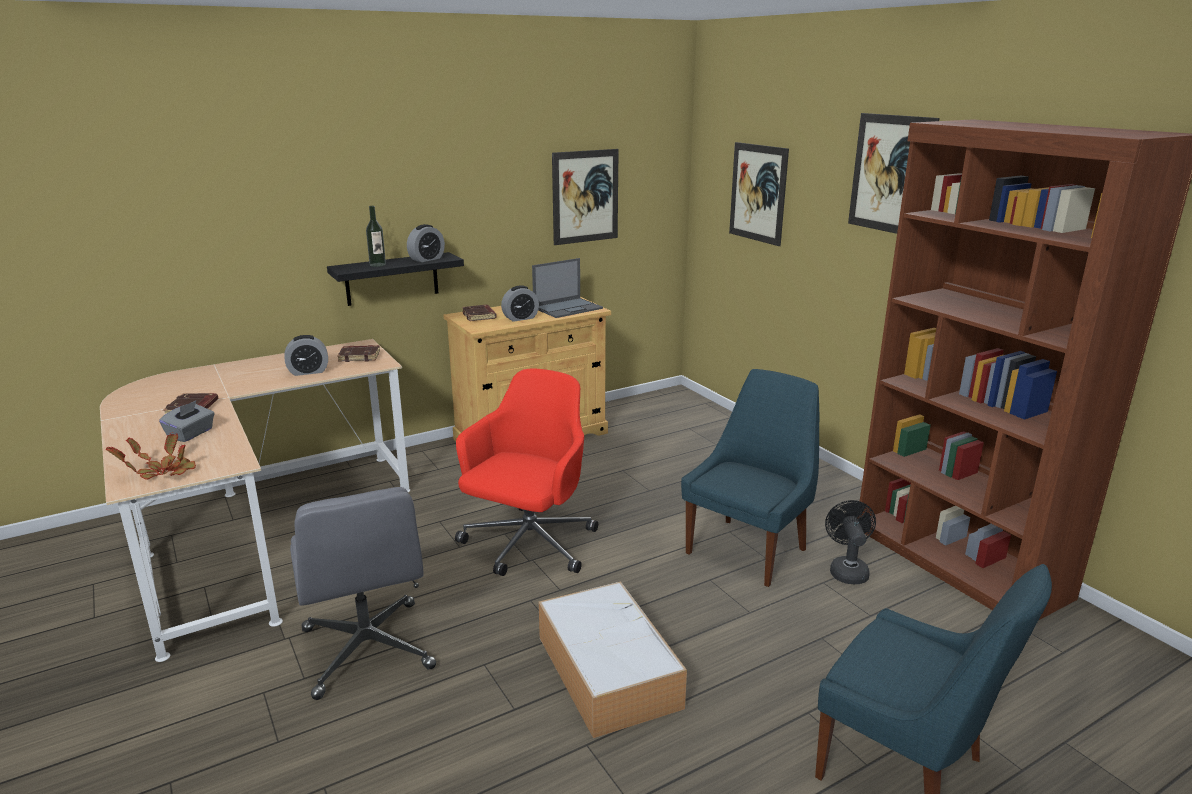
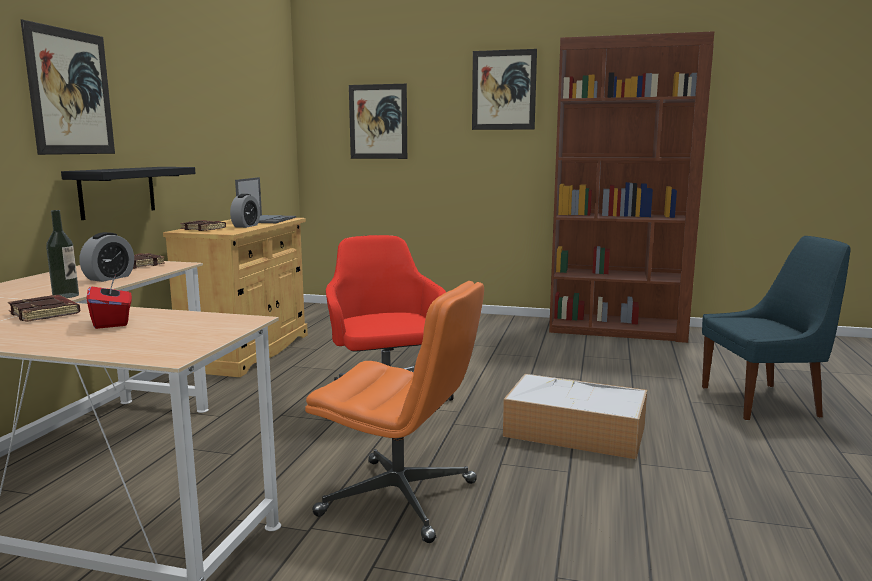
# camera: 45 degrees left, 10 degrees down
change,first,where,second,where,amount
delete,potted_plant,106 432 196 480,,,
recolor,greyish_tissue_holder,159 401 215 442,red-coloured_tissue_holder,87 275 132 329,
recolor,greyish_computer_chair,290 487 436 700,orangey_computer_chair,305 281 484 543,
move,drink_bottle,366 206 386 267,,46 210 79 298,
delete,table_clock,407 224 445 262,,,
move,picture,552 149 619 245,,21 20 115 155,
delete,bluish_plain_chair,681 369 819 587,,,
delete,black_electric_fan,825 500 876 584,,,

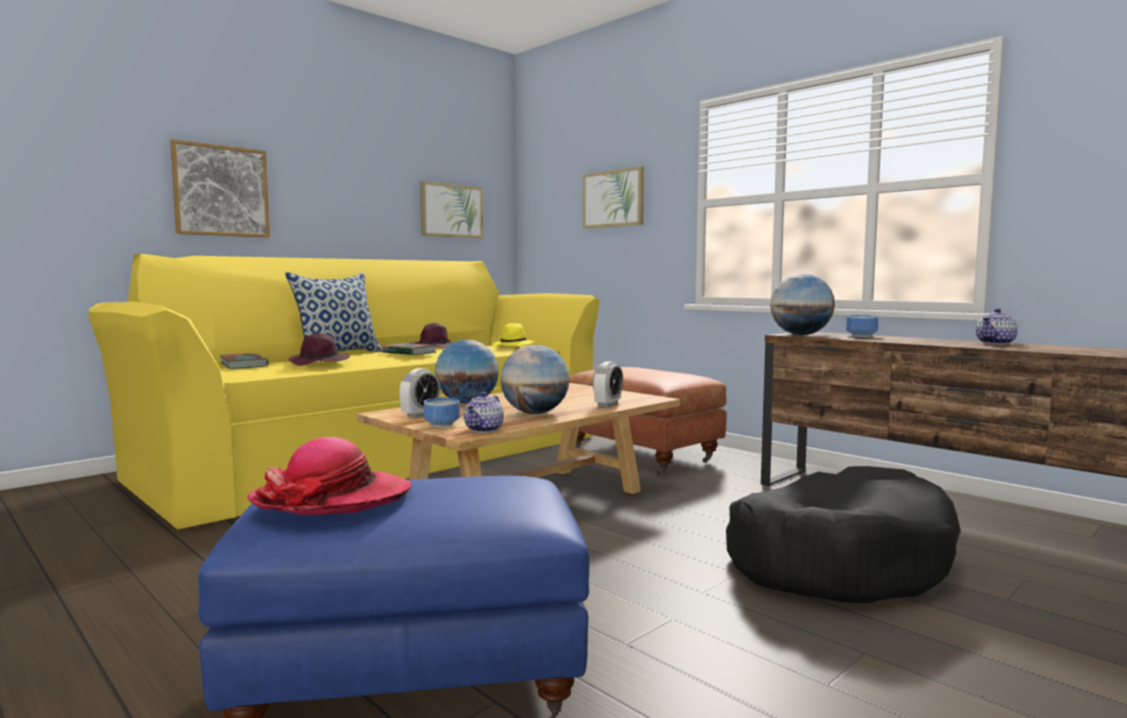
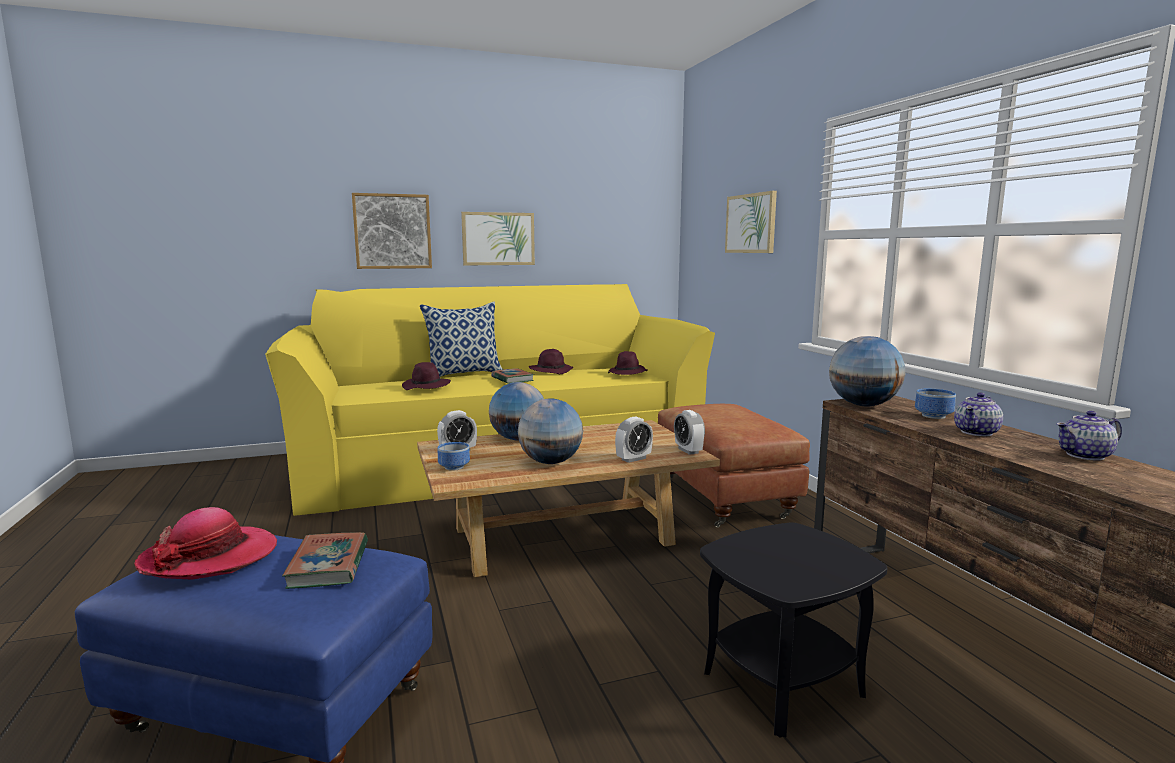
# camera: 25 degrees right, 5 degrees up
change,first,where,second,where,amount
move,book,219 353 269 369,,282 532 368 589,
move,picture,420 181 483 239,,461 212 535 265,
move,pot_for_tea,464 392 504 433,,954 392 1003 436,
recolor,yellowish_hat,493 323 536 347,purple_hat,608 351 648 375,
replace,black_pet_bed,726 466 961 603,black_accent_table,700 523 887 738,
insert,,,table_clock,674 410 705 455,

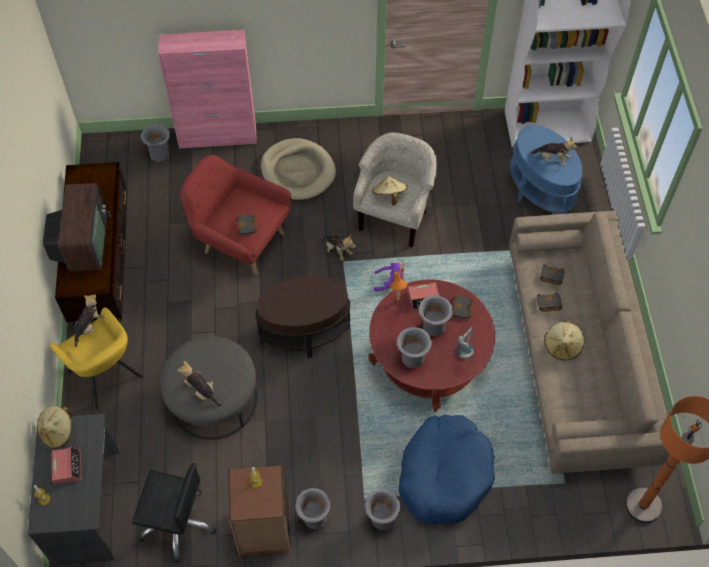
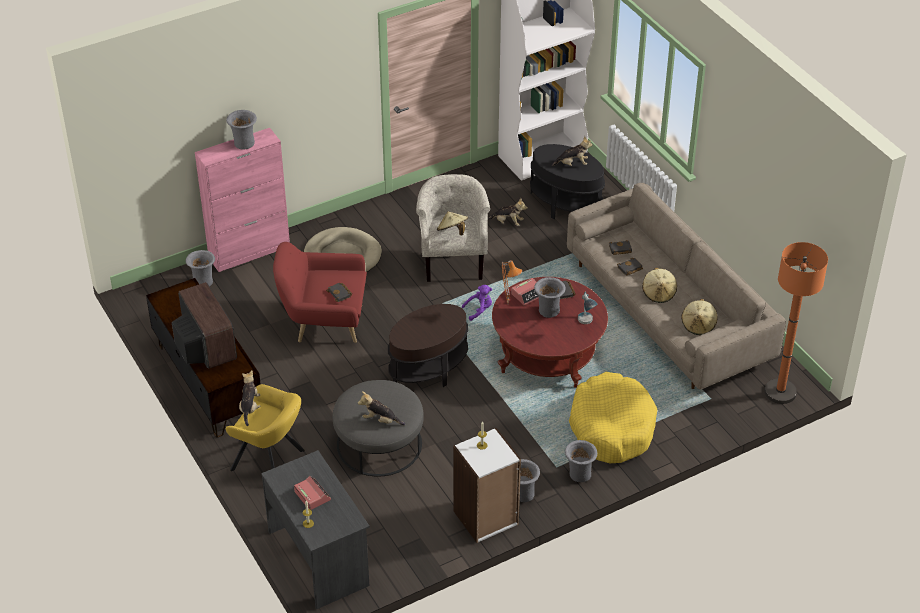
# camera: 25 degrees left, 15 degrees down
change,first,where,second,where,amount
move,beige_hat,37 406 73 448,,682 299 718 335,
delete,black_computer_chair,132 463 217 563,,,
recolor,brown-coloured_bookcase,228 465 291 556,white-coloured_bookcase,453 428 521 543,
move,soft_toy,320 235 356 261,,488 198 528 226,
move,greyish_vase,397 327 432 368,,226 110 257 150,
recolor,bluish_pet_bed,398 414 495 525,yellowish_pet_bed,569 372 657 464,
recolor,bluish_accent_table,510 125 582 214,black_accent_table,530 144 605 219,

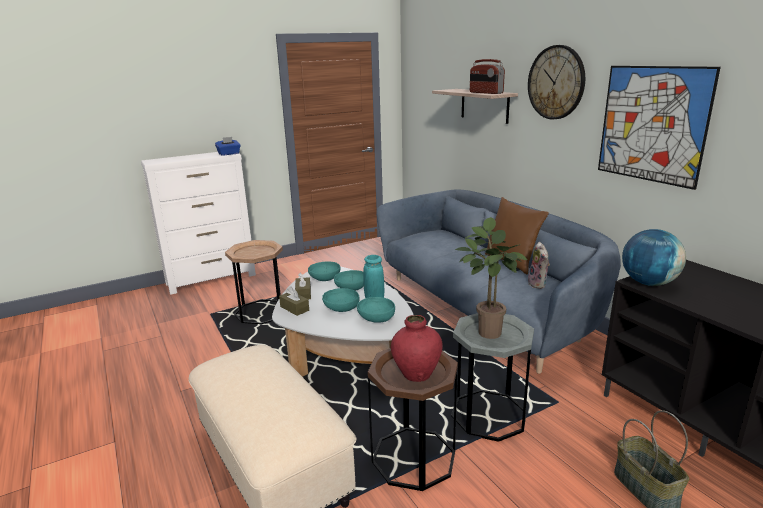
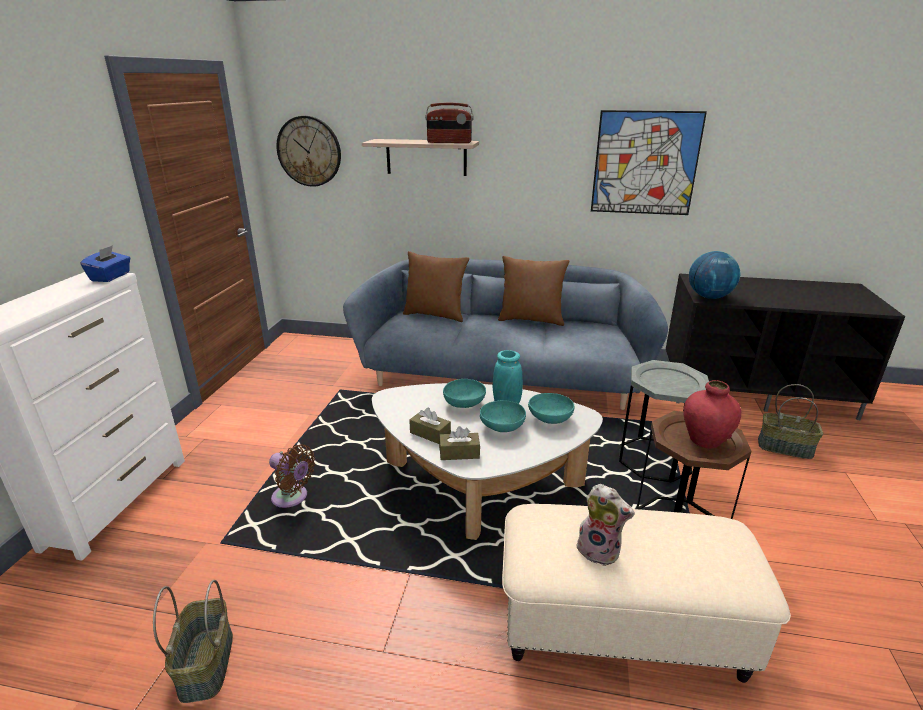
# camera: 50 degrees left, 5 degrees up
change,first,where,second,where,amount
replace,brown-coloured_accent_table,225 240 283 324,brown-coloured_electric_fan,269 444 315 508,
delete,blue-green_serving_bowl,308 262 341 281,,,
delete,potted_plant,455 217 527 339,,,
move,wall_clock,528 45 585 119,,276 116 341 187,
move,soft_toy,528 242 550 289,,577 484 635 566,
insert,,,storage_basket,153 580 233 703,
insert,,,brown-coloured_cushion,403 251 469 322,

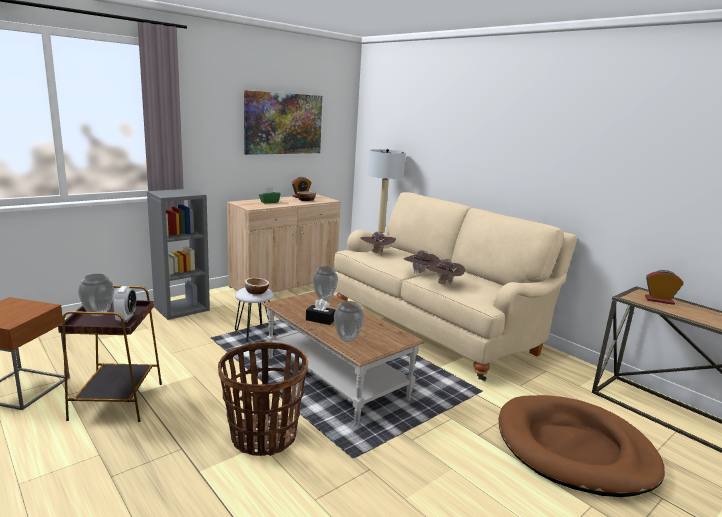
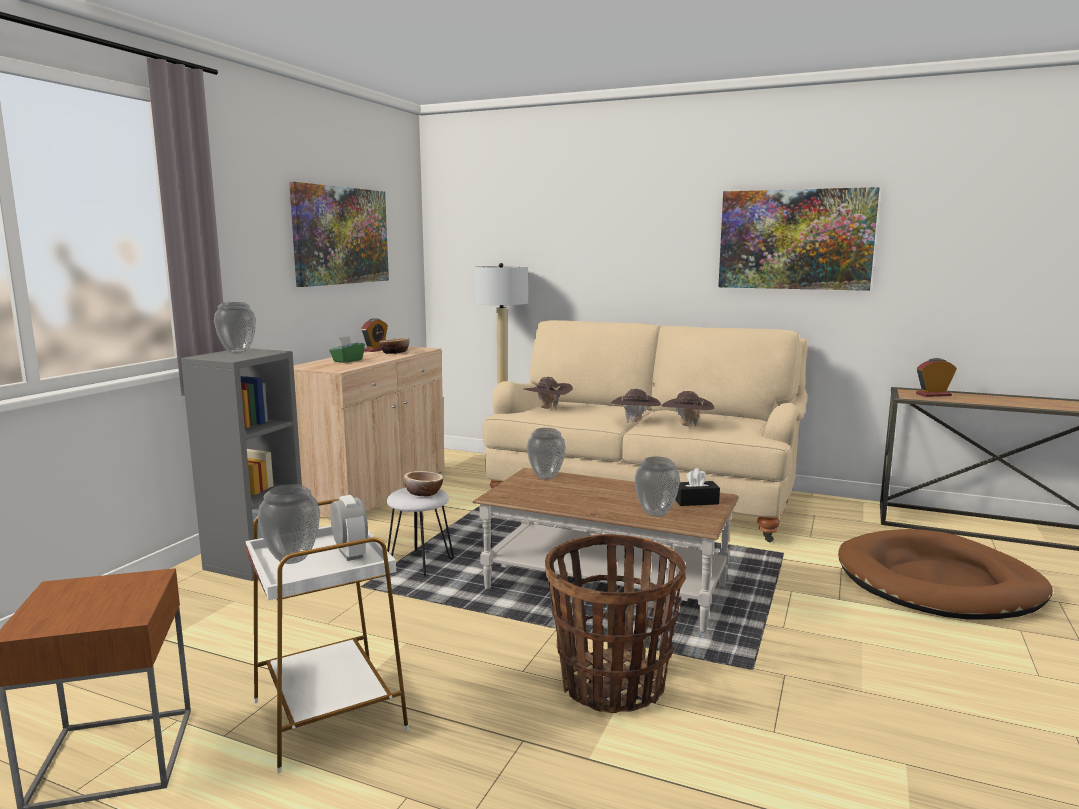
# camera: 25 degrees left, 5 degrees down
change,first,where,second,where,amount
recolor,brown-coloured_accent_table,58 286 162 422,white-coloured_accent_table,245 499 409 773,
move,black_tissue_holder,306 299 336 325,,675 468 720 506,
insert,,,vase,214 302 256 353,
insert,,,picture,718 187 880 291,

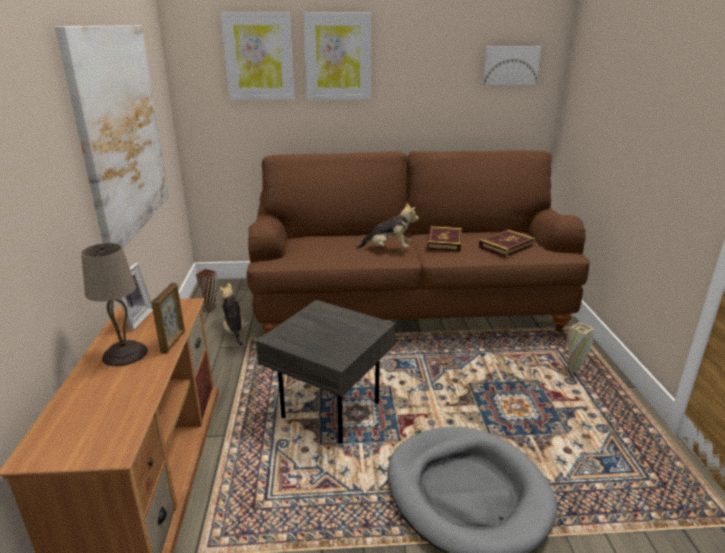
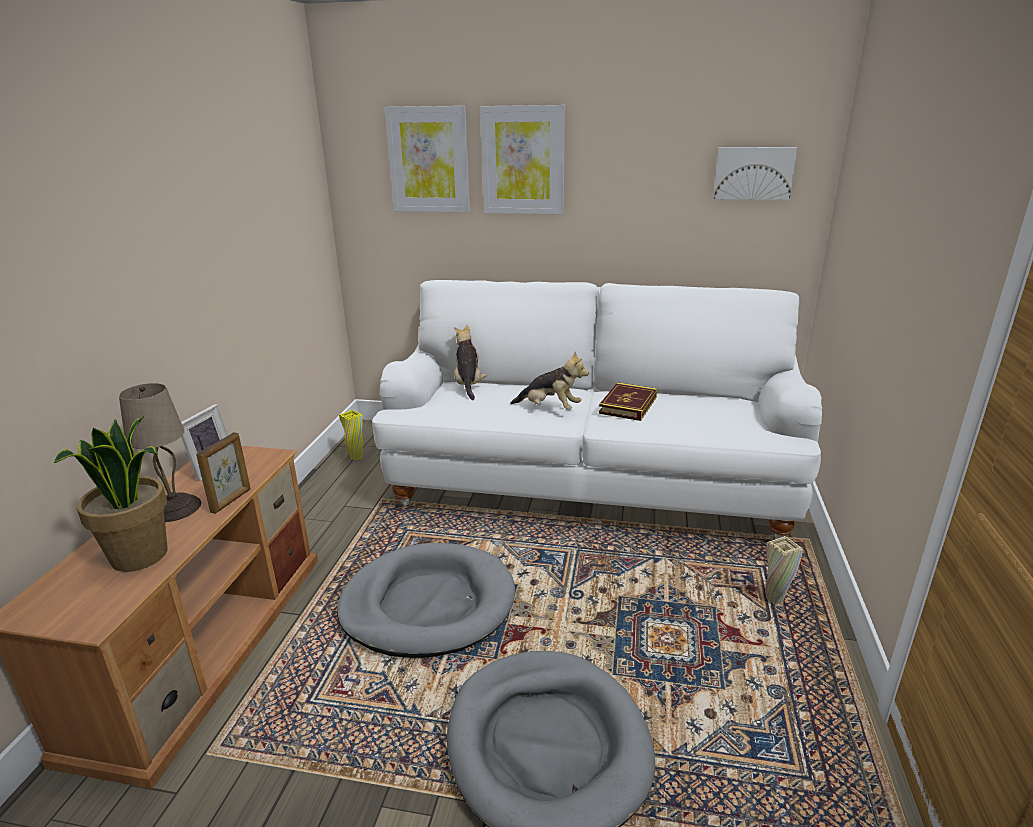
# camera: 15 degrees right, 0 degrees up
change,first,where,second,where,amount
delete,picture,55 25 169 249,,,
recolor,brown-coloured_vase,196 269 217 312,yellowish_vase,339 410 363 461,
move,soft_toy,219 283 249 346,,454 325 487 400,
recolor,brown-coloured_sofa,247 150 590 334,white-coloured_sofa,372 280 822 539,
replace,greyish_accent_table,256 300 395 444,greyish_pet_bed,337 543 516 658,
delete,book,479 230 535 257,,,
insert,,,potted_plant,54 416 168 572,

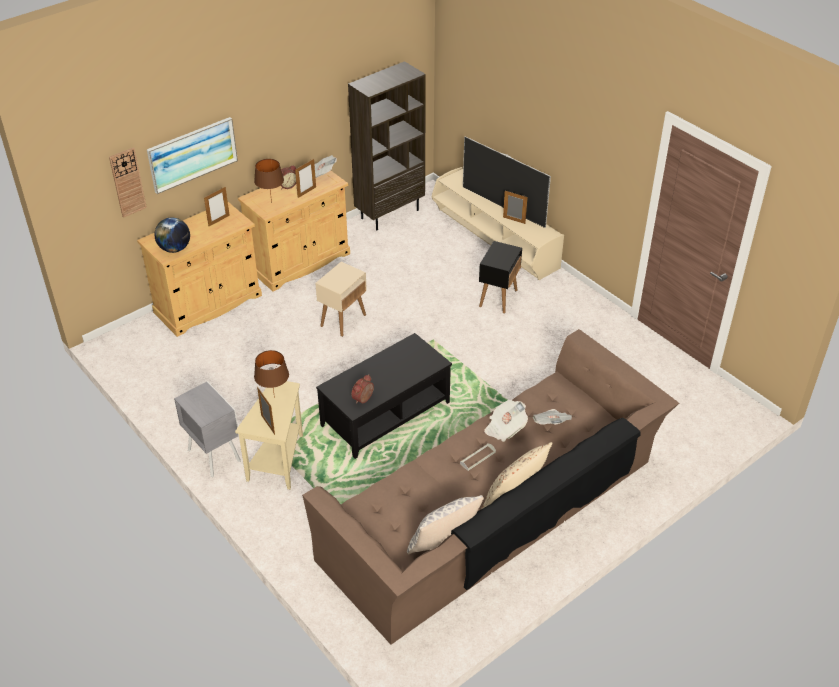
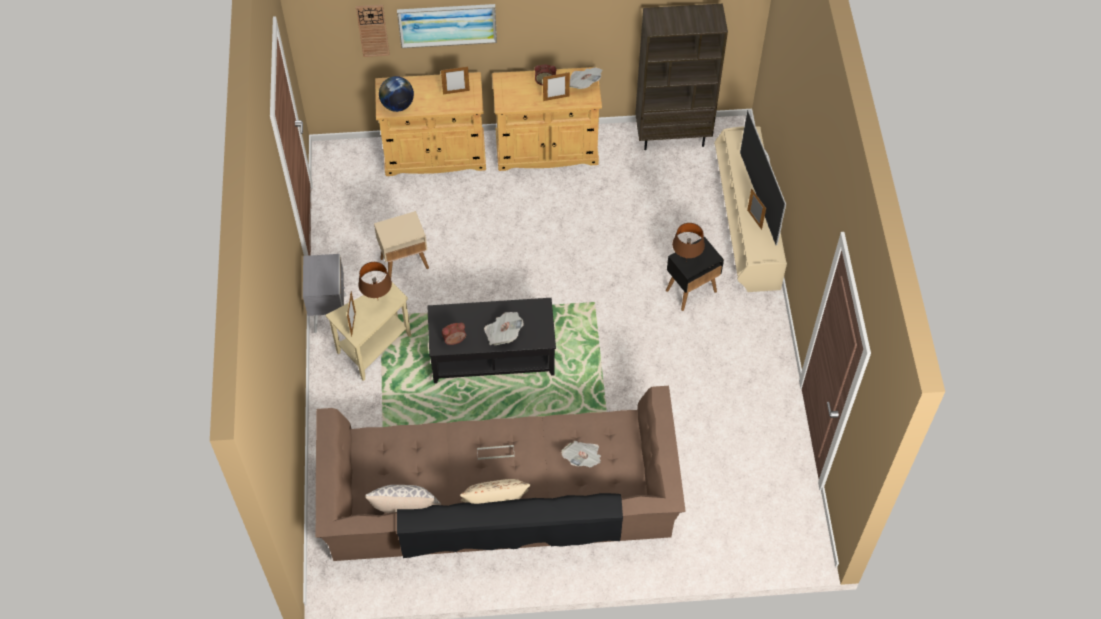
# camera: 35 degrees right, 15 degrees up
change,first,where,second,where,amount
move,brown-coloured_lamp_for_a_table,254 159 284 203,,672 223 705 262,
move,beige_accent_table,315 262 367 337,,374 211 429 278,
move,daily_paper,484 400 528 442,,484 312 524 345,

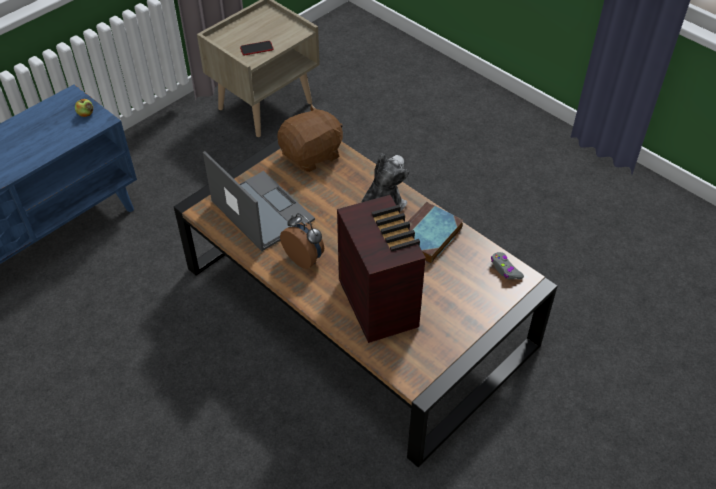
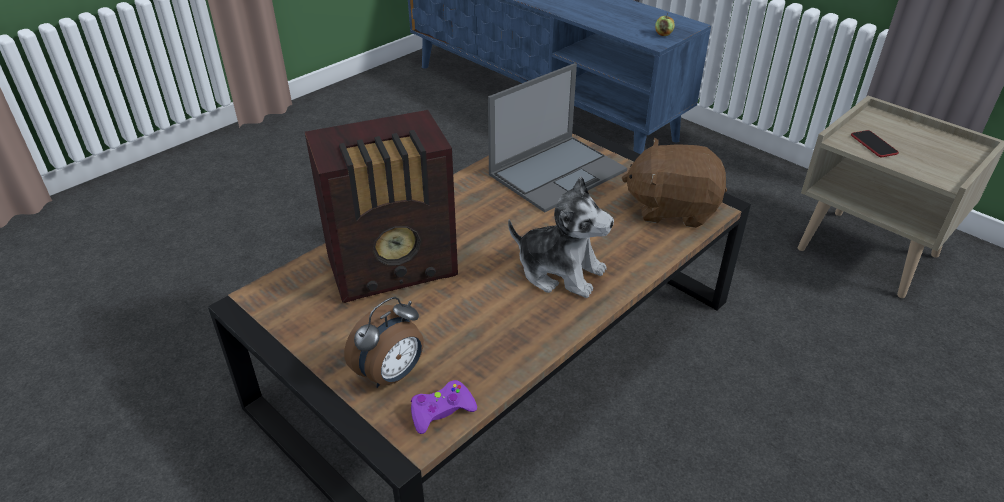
# camera: 90 degrees right, 10 degrees down
change,first,where,second,where,amount
rotate,brown-coloured_soft_toy,277 104 343 172,,622 138 727 228,135 degrees clockwise
move,table_clock,280 213 324 269,,344 297 424 388,
delete,book,409 202 463 264,,,
recolor,greyish_gamepad,491 252 524 279,purple_gamepad,411 380 477 434,

